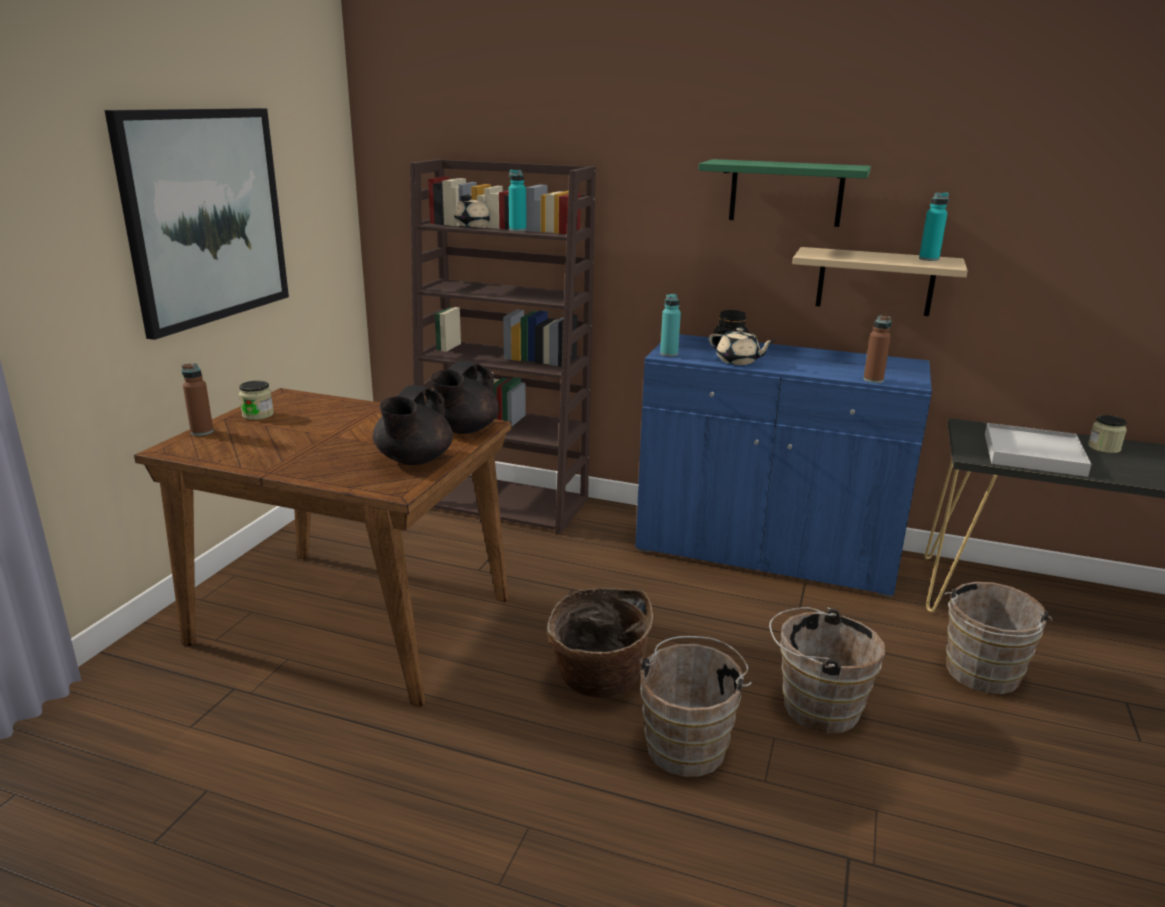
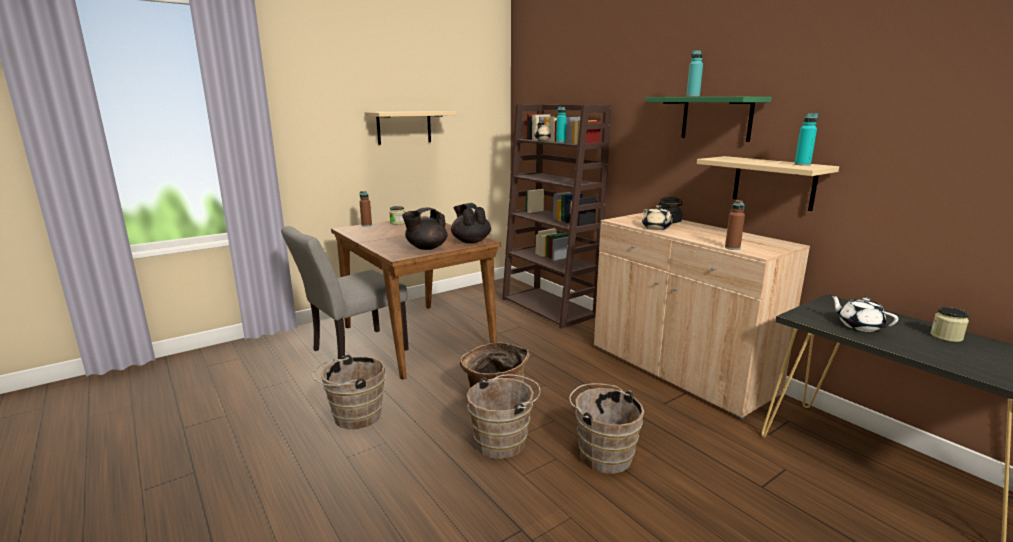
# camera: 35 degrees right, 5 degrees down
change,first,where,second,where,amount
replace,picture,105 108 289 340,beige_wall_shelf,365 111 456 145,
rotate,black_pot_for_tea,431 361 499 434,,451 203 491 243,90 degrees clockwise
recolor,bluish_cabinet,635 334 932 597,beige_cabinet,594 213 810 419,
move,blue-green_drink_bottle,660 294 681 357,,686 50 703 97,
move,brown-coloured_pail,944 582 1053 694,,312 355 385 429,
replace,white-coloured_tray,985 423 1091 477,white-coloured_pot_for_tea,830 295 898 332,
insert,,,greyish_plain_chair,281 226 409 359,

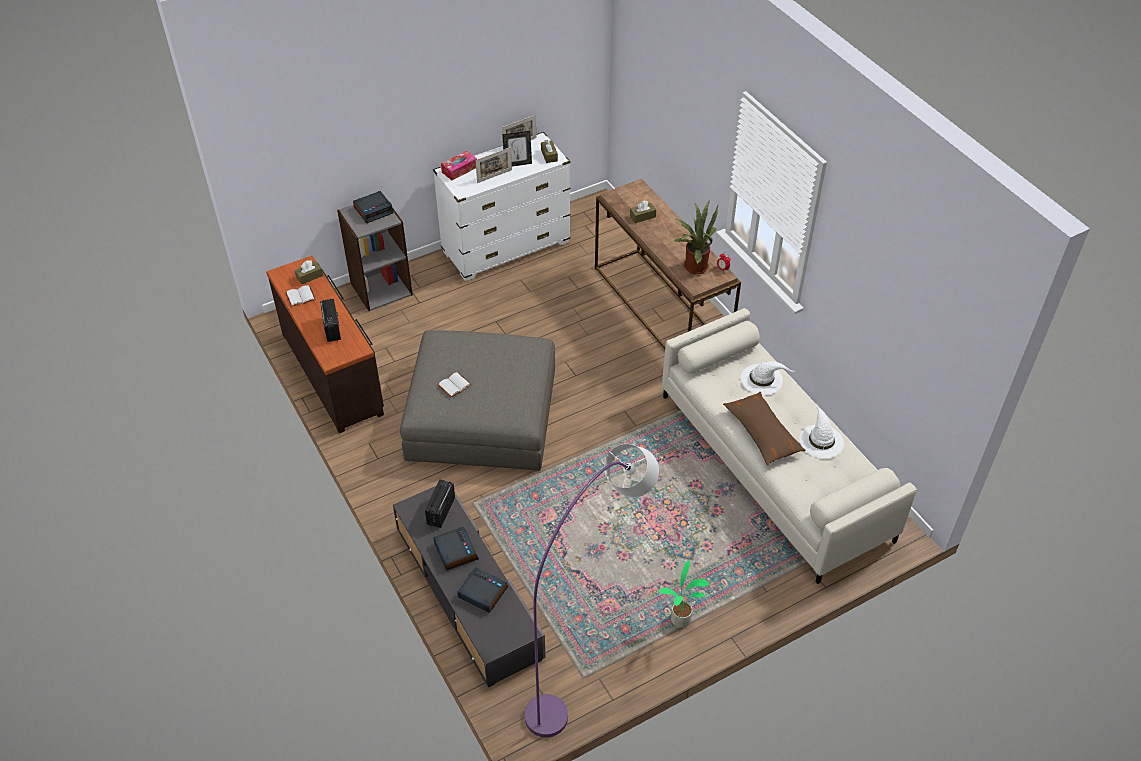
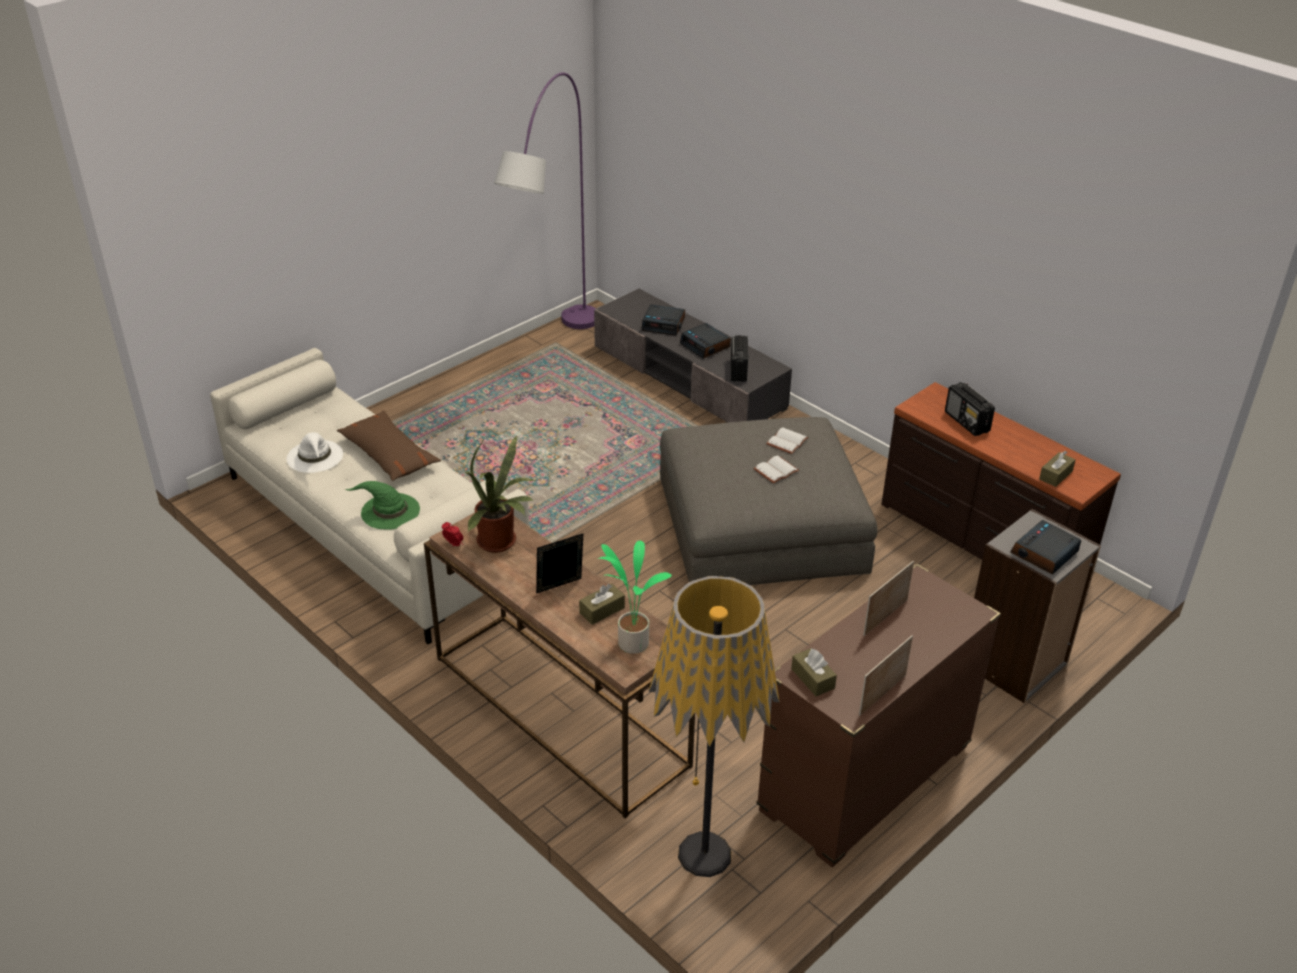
# camera: 165 degrees right, 10 degrees down
change,first,where,second,where,amount
move,white-coloured_book,285 285 316 307,,753 455 799 484,
recolor,white-coloured_chest_of_drawers,433 132 570 281,brown-coloured_chest_of_drawers,756 564 1001 867,
delete,tissue_holder,441 151 477 180,,,
move,photo_frame,503 131 532 166,,536 534 583 594,
move,potted_plant,659 561 710 628,,598 541 672 654,
recolor,white-coloured_hat,741 361 795 395,greenish_hat,345 481 420 530,
insert,,,standing_lamp,648 576 780 877,

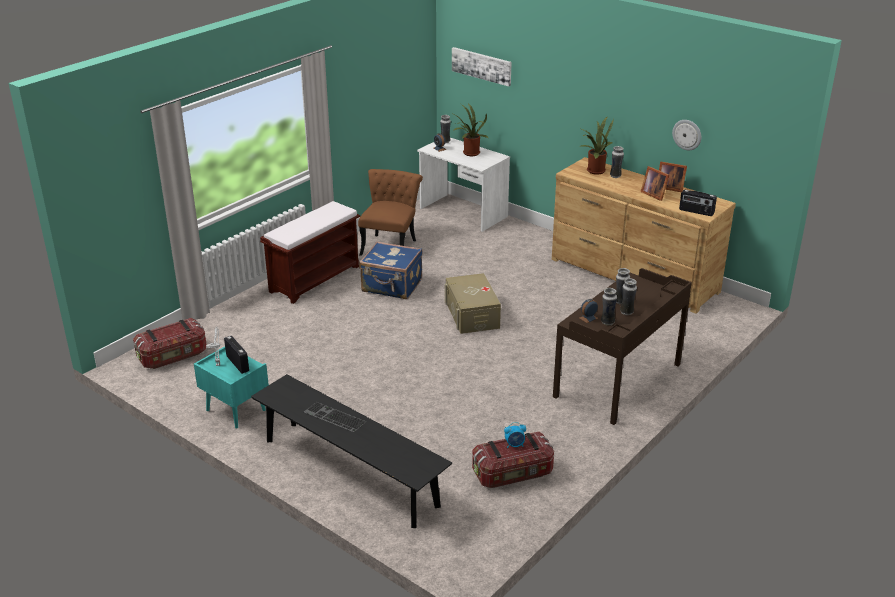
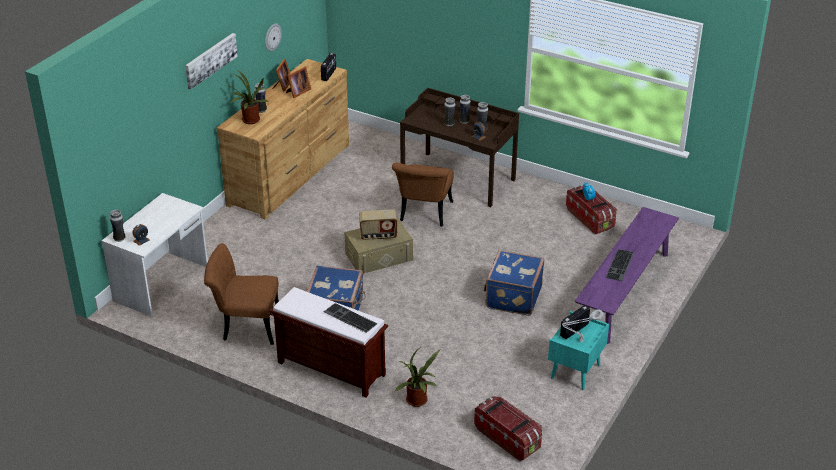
# camera: 100 degrees left, 5 degrees up
change,first,where,second,where,amount
recolor,black_long_seat,251 374 452 528,purple_long_seat,575 207 679 344,
move,picture,452 47 512 86,,185 33 238 89,
move,potted_plant,454 103 488 156,,395 348 441 407,
insert,,,computer_keyboard,324 303 377 333,
insert,,,radio_set,359 209 397 240,
insert,,,brown-coloured_plain_chair,392 163 454 227,
insert,,,bluish_piece_of_luggage,484 250 544 316,

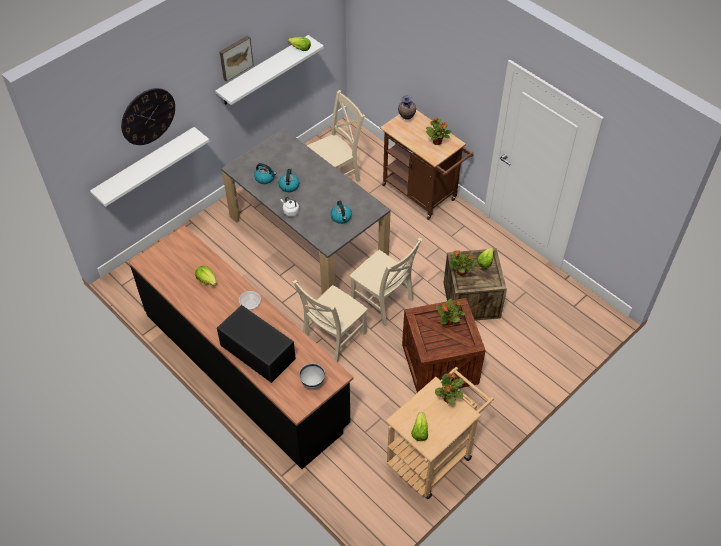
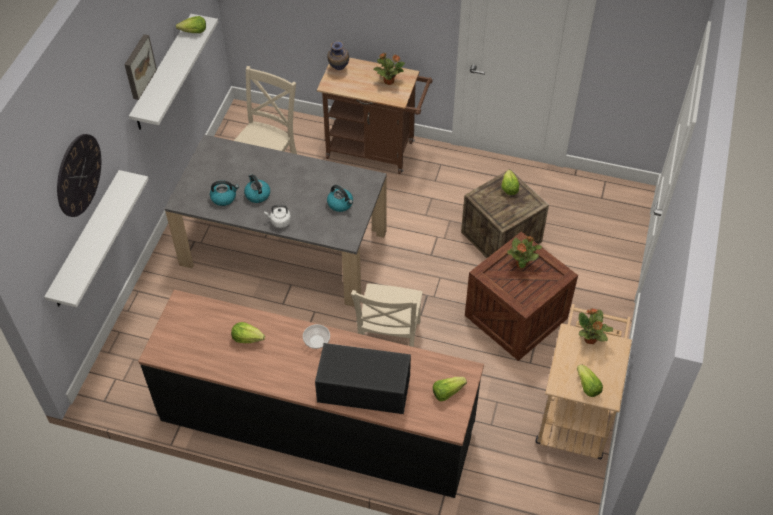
# camera: 30 degrees left, 0 degrees up
change,first,where,second,where,amount
replace,white-coloured_serving_bowl,299 363 325 389,lettuce_head,433 377 467 401,
delete,beige_plain_chair,350 238 423 326,,,
delete,potted_plant,449 250 477 276,,,

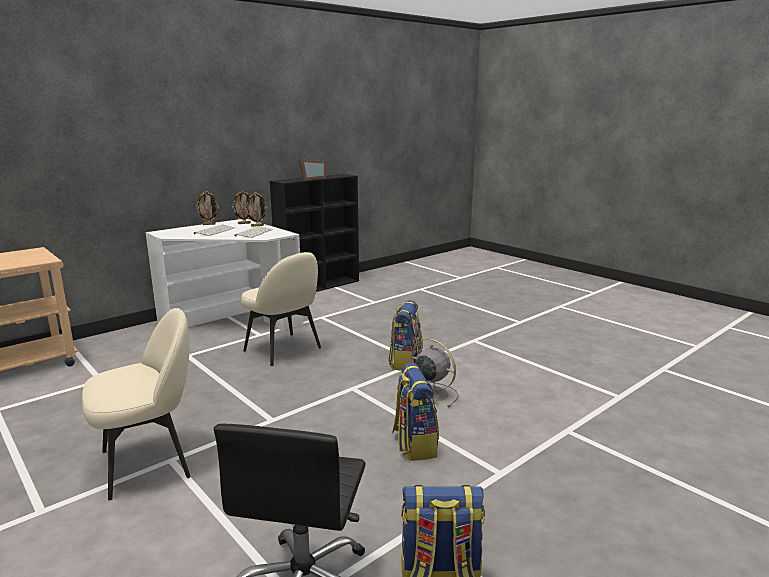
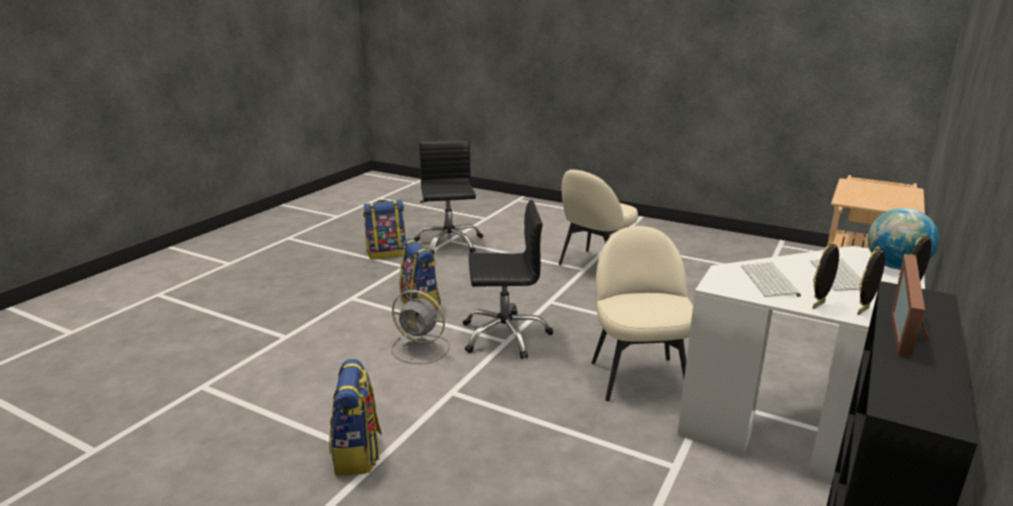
# camera: 160 degrees right, 5 degrees up
change,first,where,second,where,amount
rotate,beige_plain_chair,241 252 321 366,,591 226 693 401,60 degrees clockwise
move,knapsack,388 300 423 371,,329 359 382 475,
insert,,,black_computer_chair,463 200 553 359,
insert,,,desk_globe,867 208 939 270,

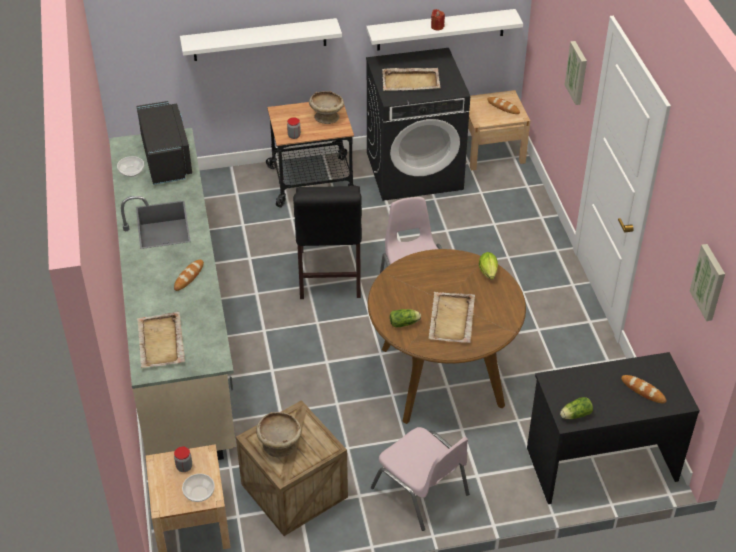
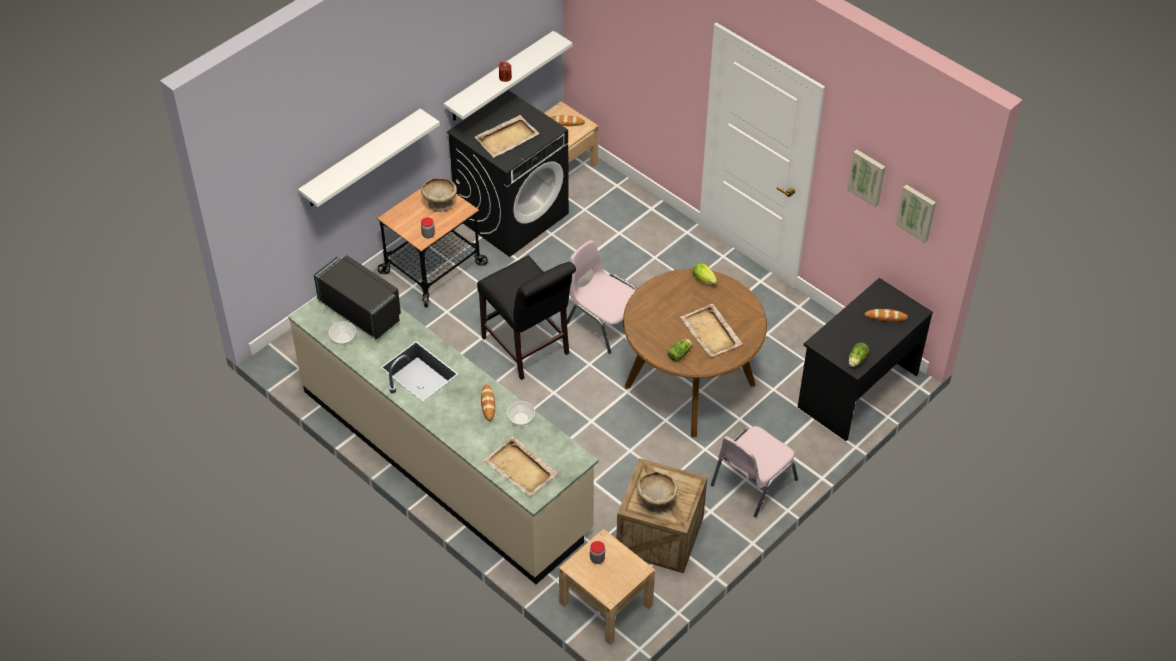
# camera: 35 degrees left, 5 degrees up
change,first,where,second,where,amount
move,serving_bowl,182 474 215 502,,507 401 535 426,
rotate,pink_plain_chair,371 427 469 531,,711 426 798 517,120 degrees clockwise
move,picture,565 41 587 105,,847 149 885 207,

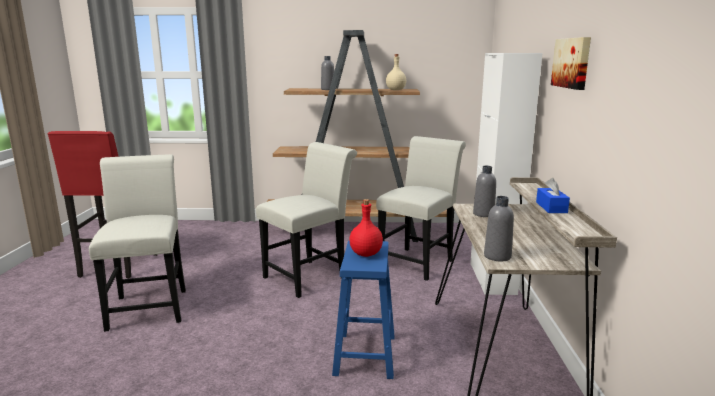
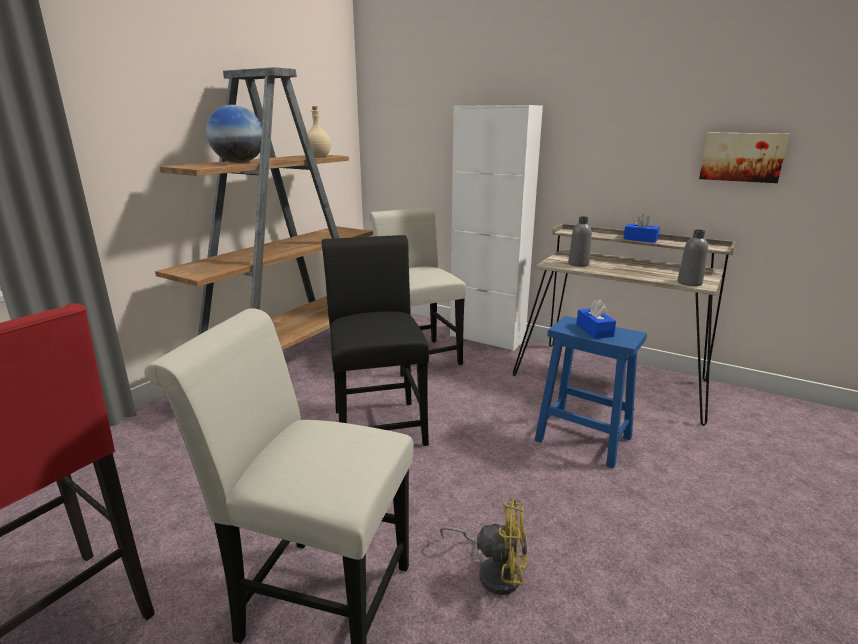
# camera: 60 degrees left, 5 degrees up
change,first,where,second,where,amount
recolor,white-coloured_plain_chair,256 142 357 298,black_plain_chair,322 235 429 446,
replace,greyish_drink_bottle,321 56 334 90,desk_globe,206 105 262 163,
replace,red-coloured_drink_bottle,349 199 383 257,bluish_tissue_holder,576 299 616 339,
move,picture,551 37 591 90,,699 132 789 183,
insert,,,yellowish_electric_fan,440 499 528 595,

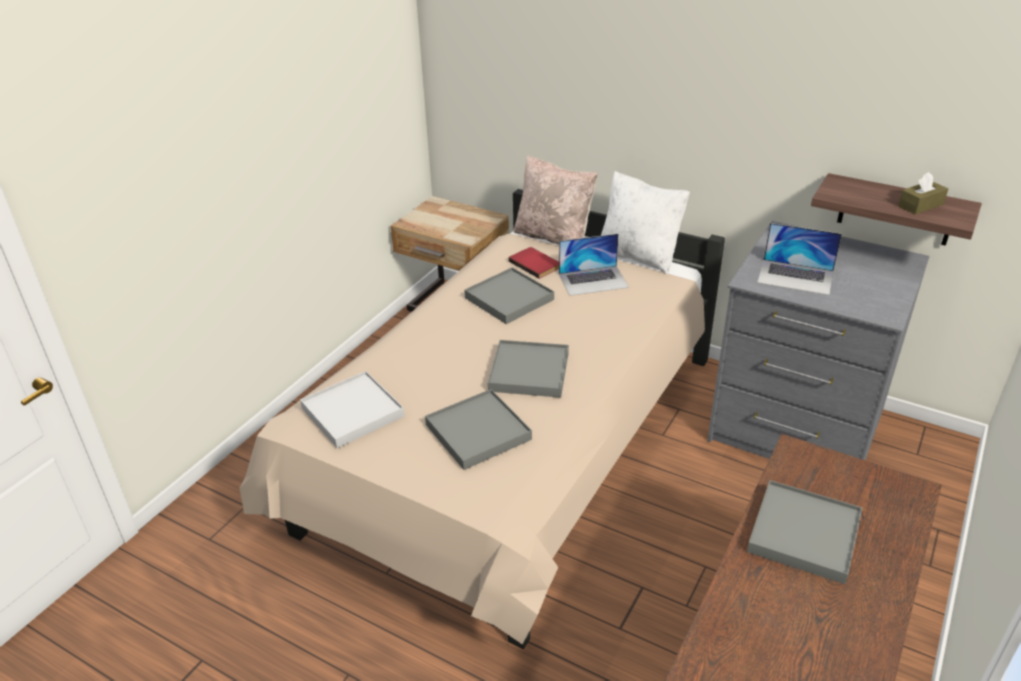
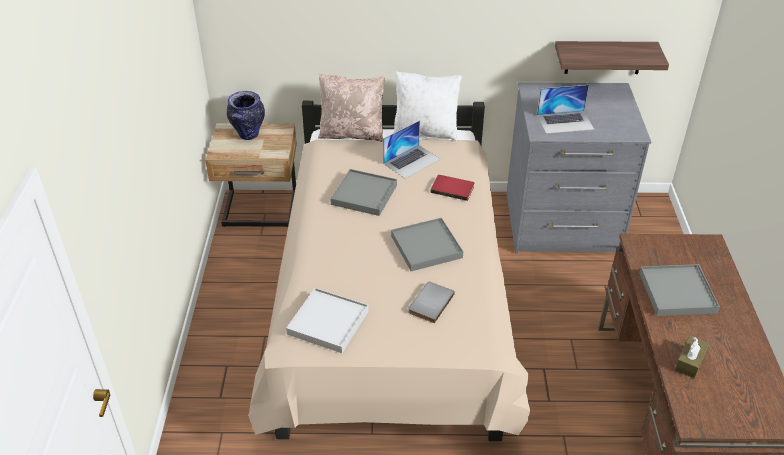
# camera: 30 degrees left, 5 degrees up
change,first,where,second,where,amount
replace,greyish_tray,425 389 532 470,greyish_book,408 282 455 323,
move,red-coloured_book,508 247 559 279,,430 175 474 201,
move,brown-coloured_tissue_holder,898 172 948 215,,675 336 709 379,
insert,,,vase,227 91 265 140,

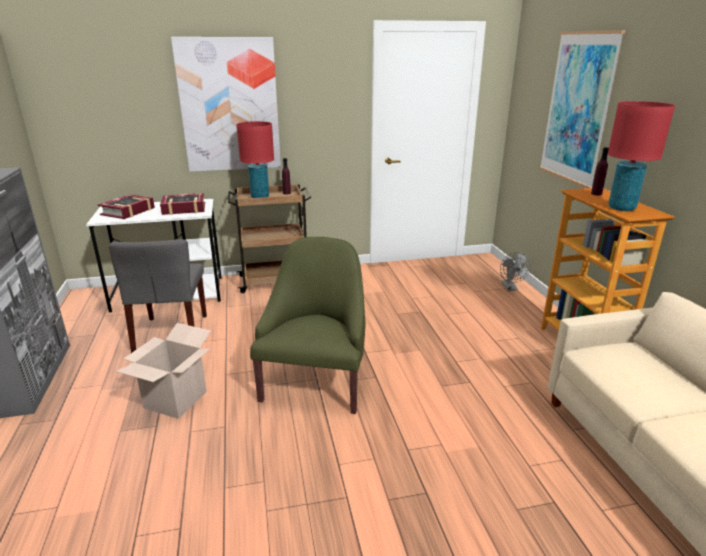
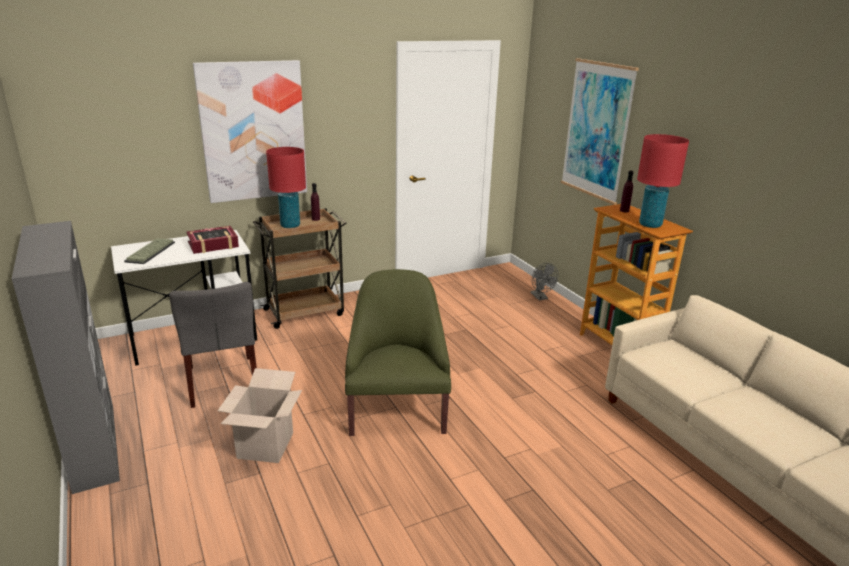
# camera: 15 degrees left, 0 degrees up
change,first,where,second,where,amount
replace,book,98 194 155 219,computer_keyboard,124 238 175 264,

